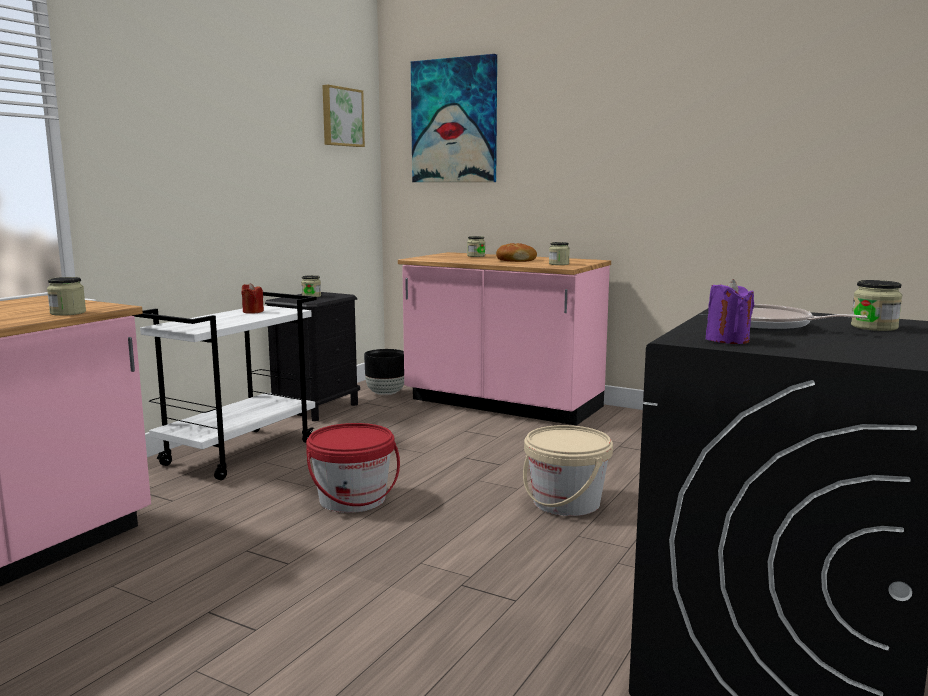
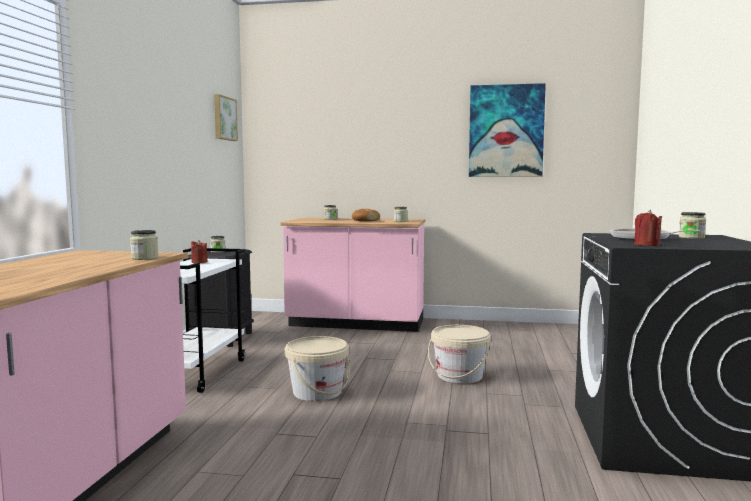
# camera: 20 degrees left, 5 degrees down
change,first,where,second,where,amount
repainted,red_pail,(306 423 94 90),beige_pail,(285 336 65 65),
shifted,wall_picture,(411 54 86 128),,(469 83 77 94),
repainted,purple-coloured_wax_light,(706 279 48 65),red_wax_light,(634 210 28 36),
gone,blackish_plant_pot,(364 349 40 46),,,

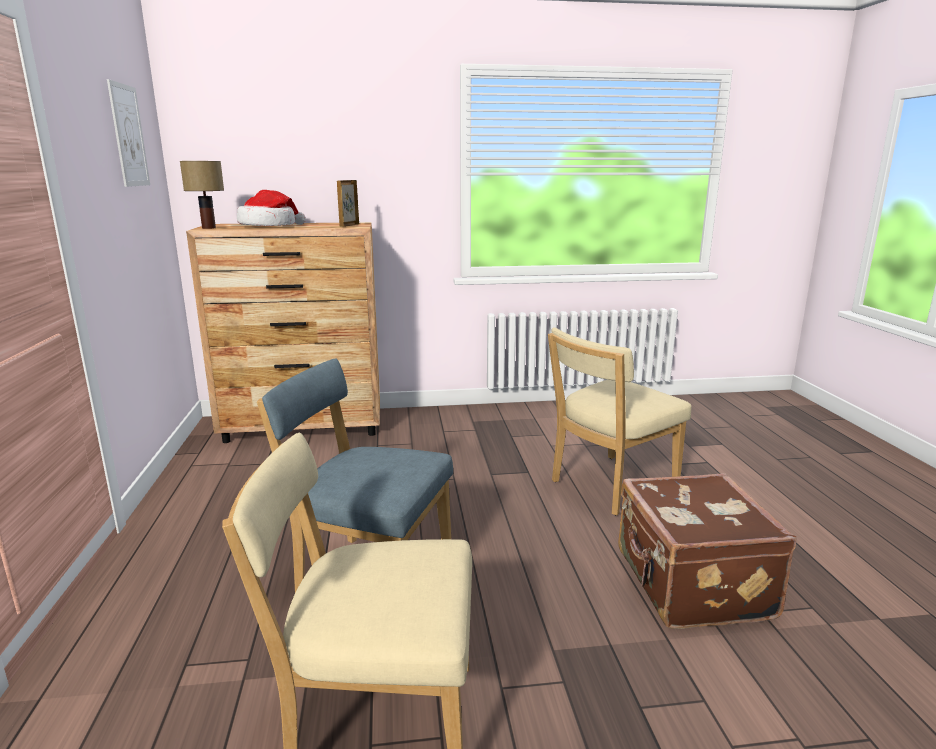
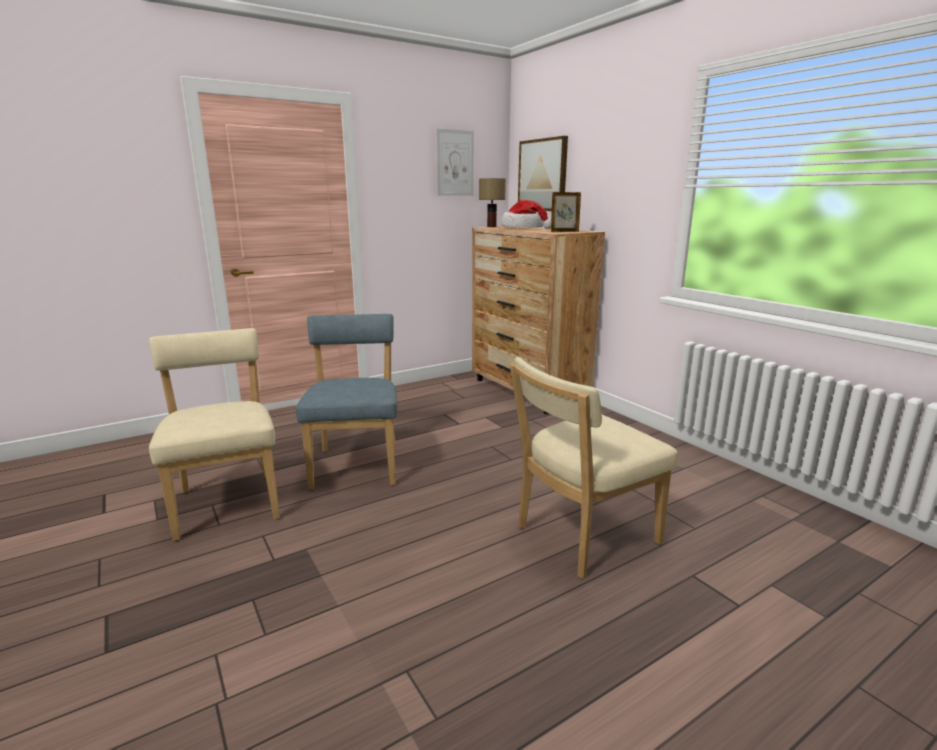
# camera: 65 degrees right, 0 degrees up
change,first,where,second,where,amount
rotated,beige_plain_chair,(548 327 144 188),,(510 357 168 222),60 degrees counterclockwise
new,,,wall_picture,(518 136 50 75),
gone,brownish_piece_of_luggage,(618 474 178 155),,,

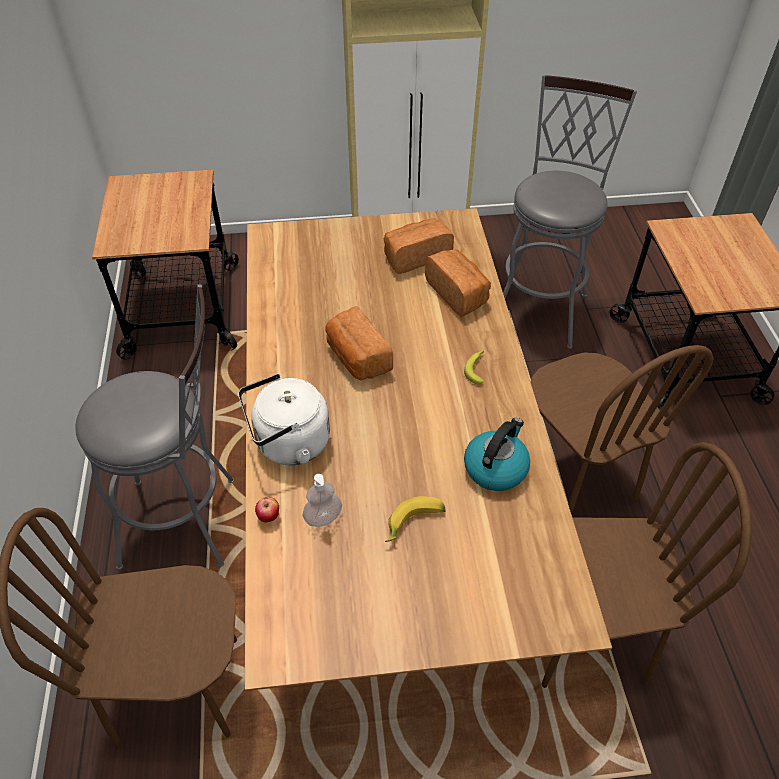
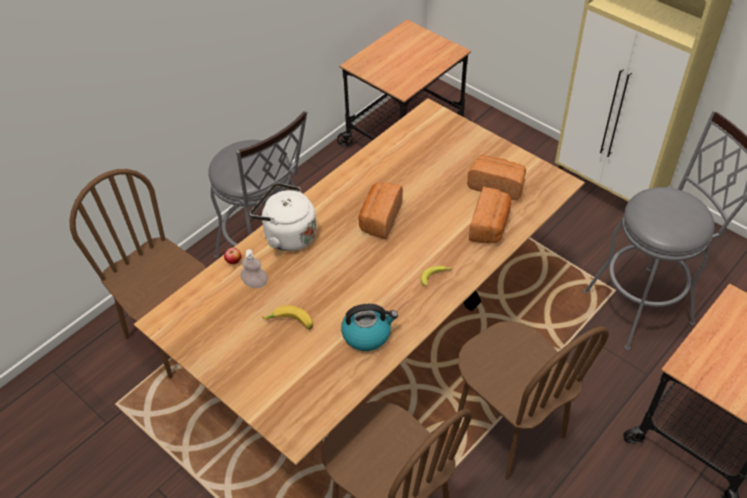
# camera: 50 degrees right, 0 degrees up
change,first,where,second,where,amount
rotated,brownish_plain_chair,(531 345 183 170),,(458 321 151 159),60 degrees counterclockwise

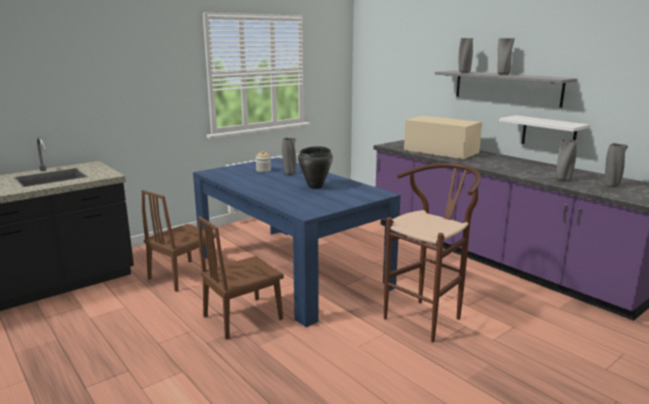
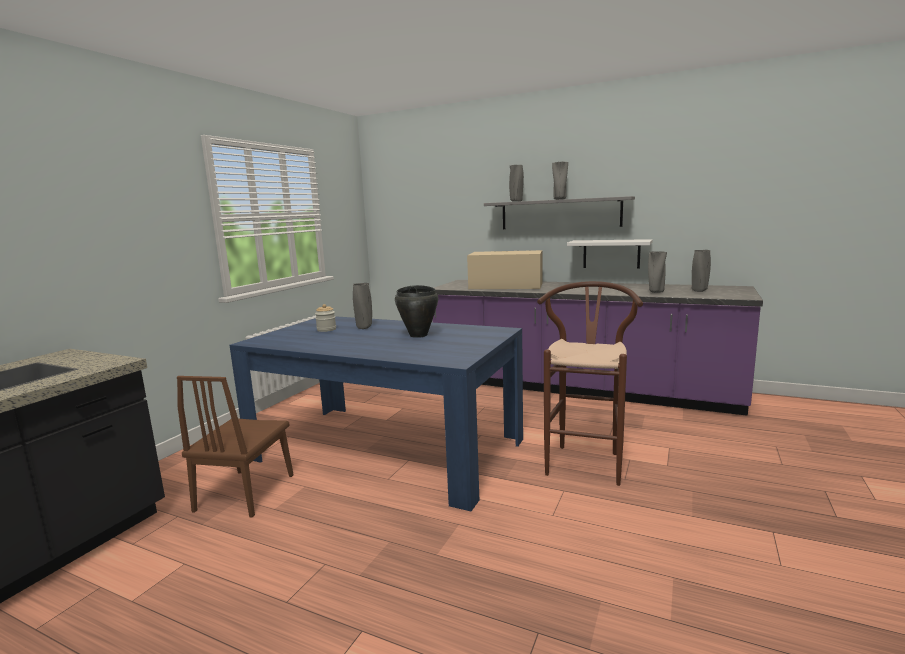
# camera: 25 degrees left, 5 degrees down
change,first,where,second,where,amount
gone,brownish_plain_chair,(198 216 86 124),,,

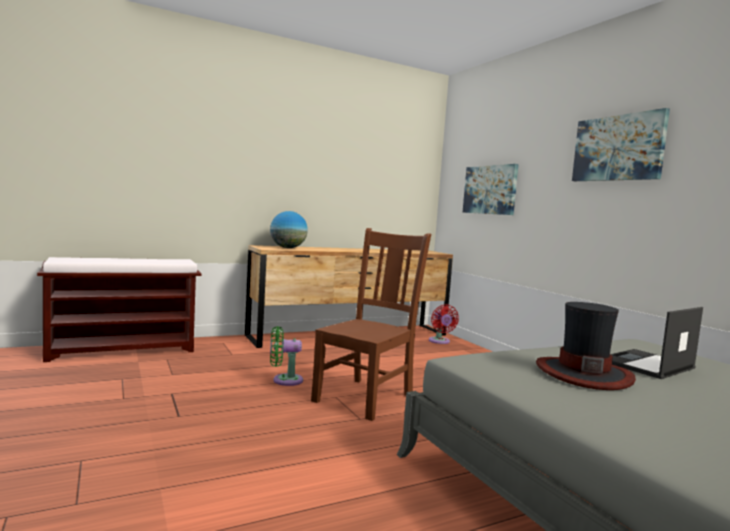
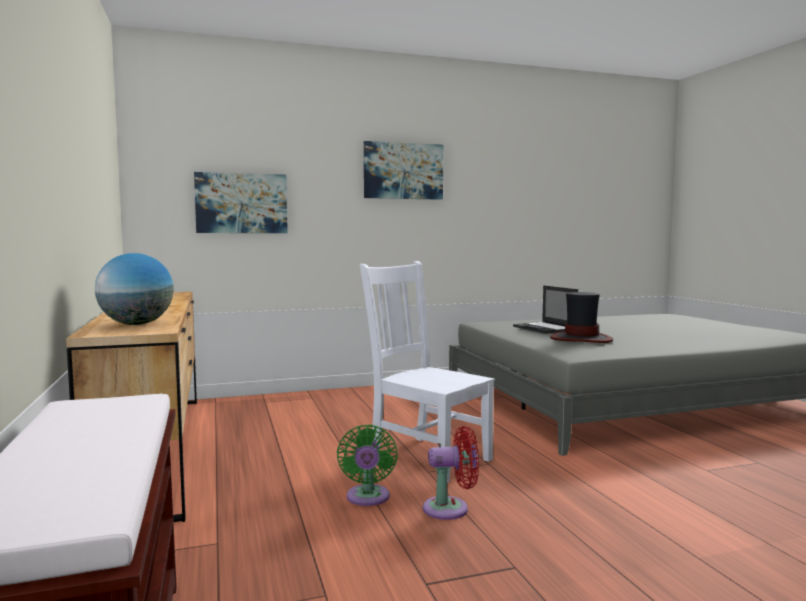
# camera: 80 degrees left, 0 degrees up
change,first,where,second,where,amount
repainted,brownish_plain_chair,(311 228 120 193),white-coloured_plain_chair,(360 261 135 222),
shifted,red_fan,(429 304 30 40),,(423 426 56 94),

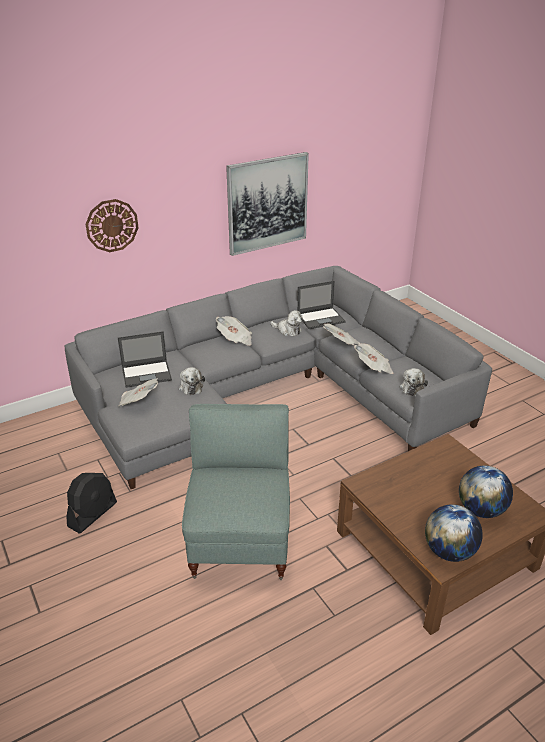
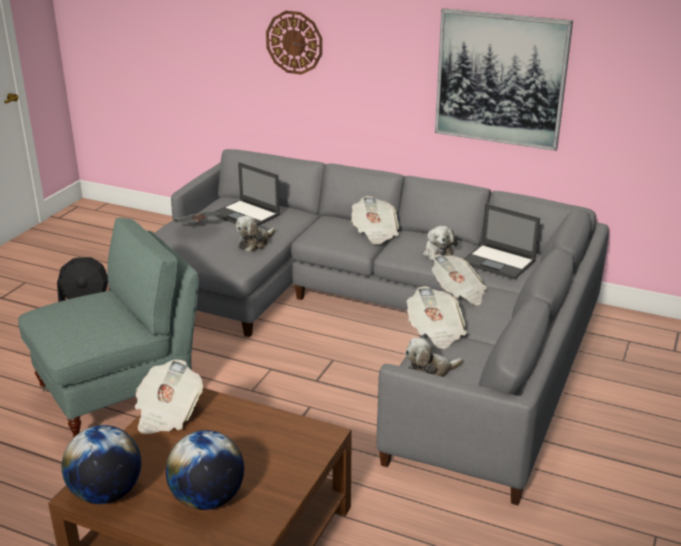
# camera: 55 degrees right, 5 degrees down
change,first,where,second,where,amount
new,,,printed_paper,(134 359 69 75),

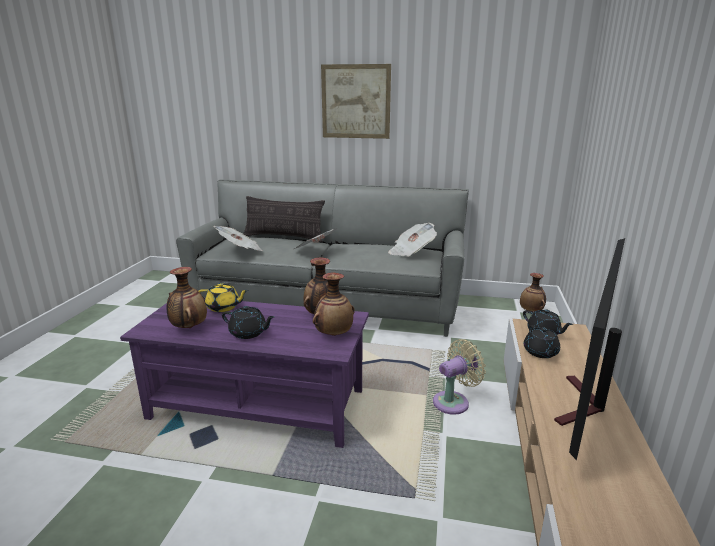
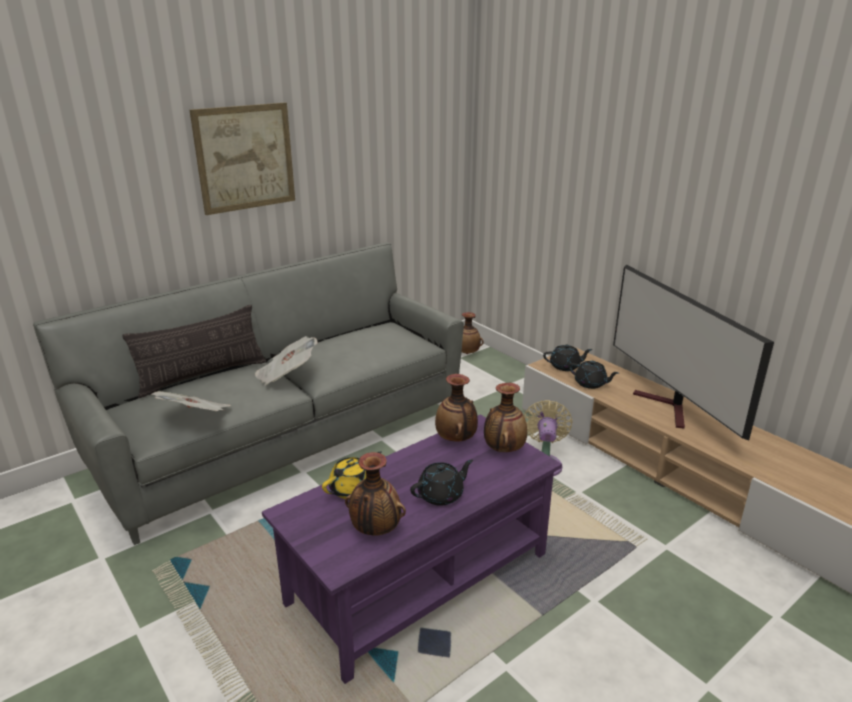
# camera: 50 degrees left, 5 degrees up
change,first,where,second,where,amount
gone,printed_paper,(388 223 49 34),,,

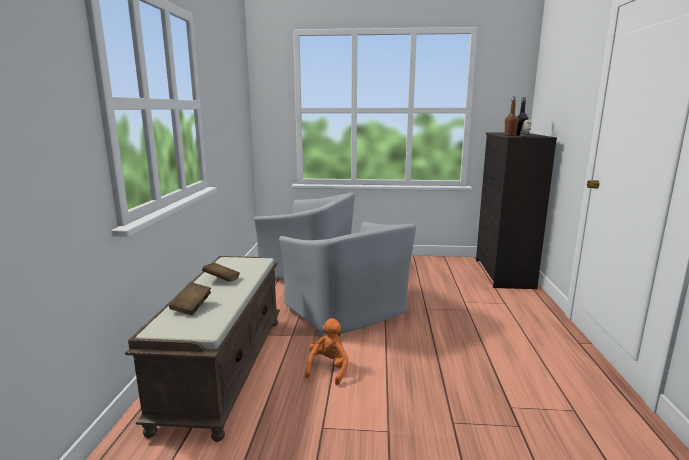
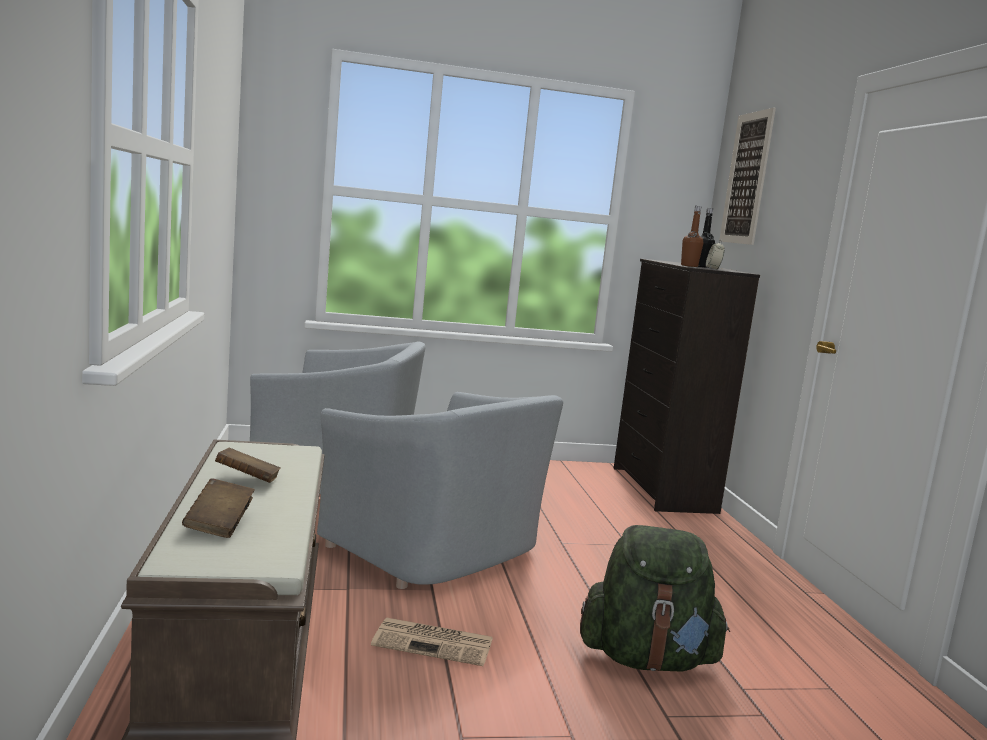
# camera: 15 degrees left, 5 degrees down
change,first,where,second,where,amount
swapped,orangey_soft_toy,(305 318 43 67),printed_paper,(371 618 122 48),
new,,,green-coloured_rucksack,(580 525 150 147),
new,,,wall_picture,(719 107 57 138),

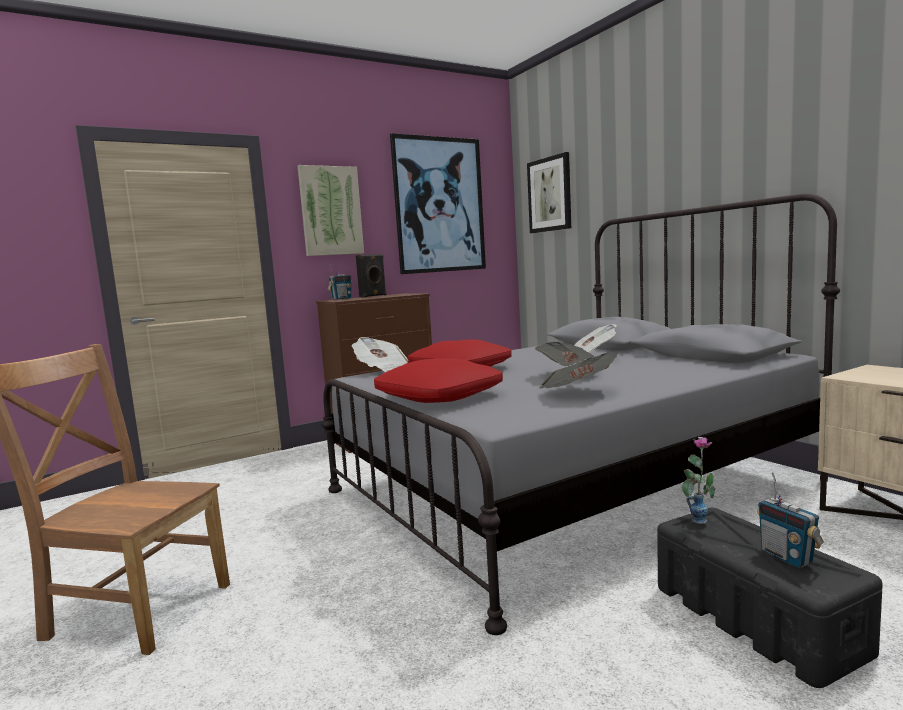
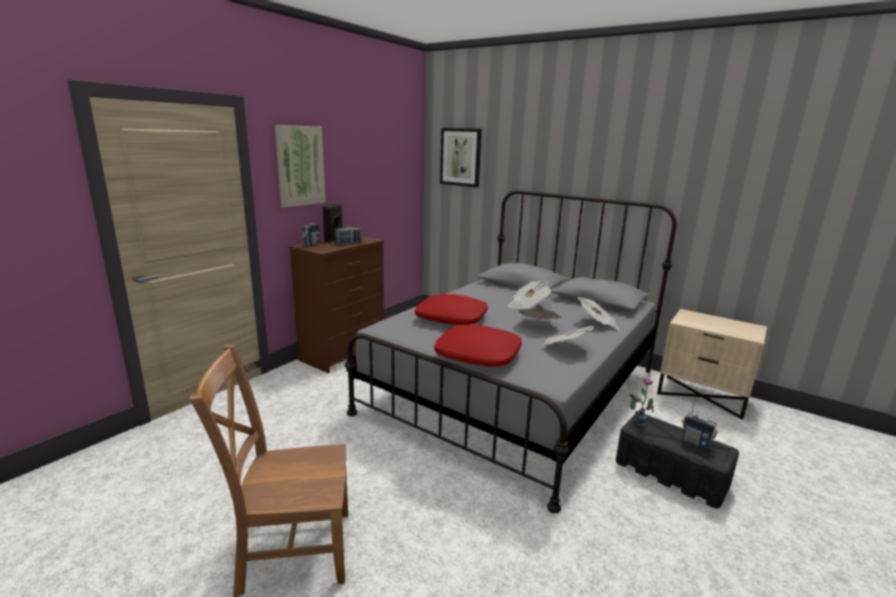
# camera: 25 degrees left, 10 degrees up
change,first,where,second,where,amount
new,,,radio,(335 226 27 19),
shifted,printed_paper,(352 337 56 35),,(577 297 43 33),
gone,wall_picture,(390 133 96 141),,,

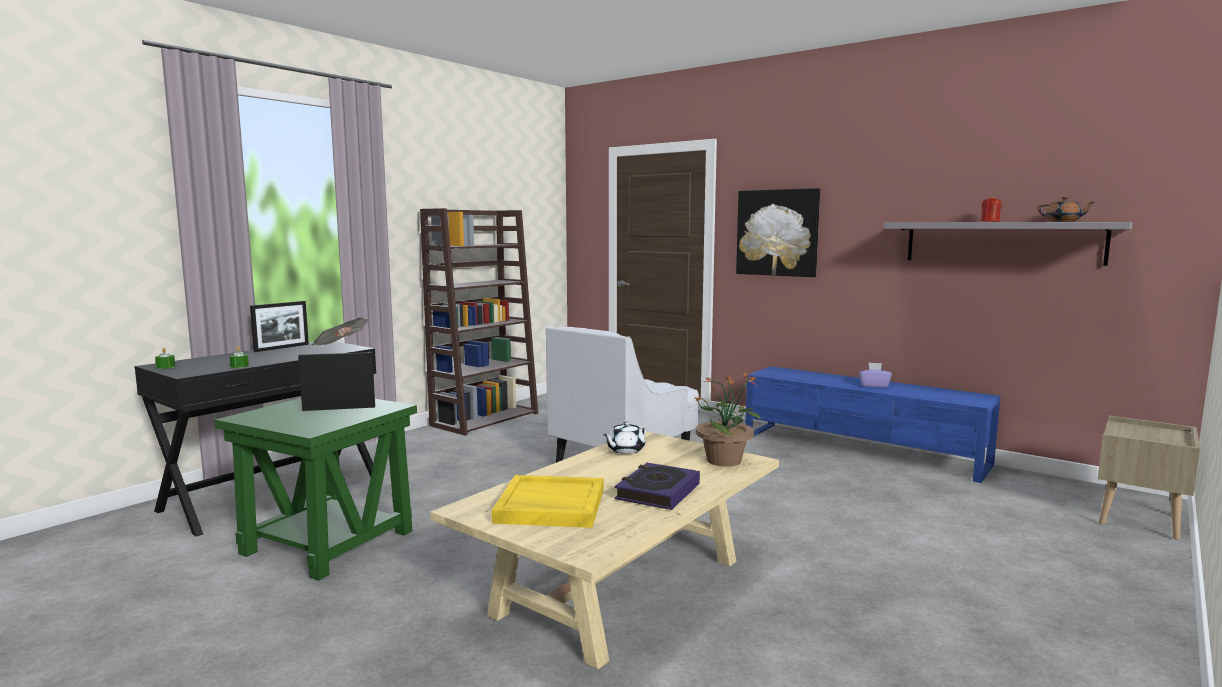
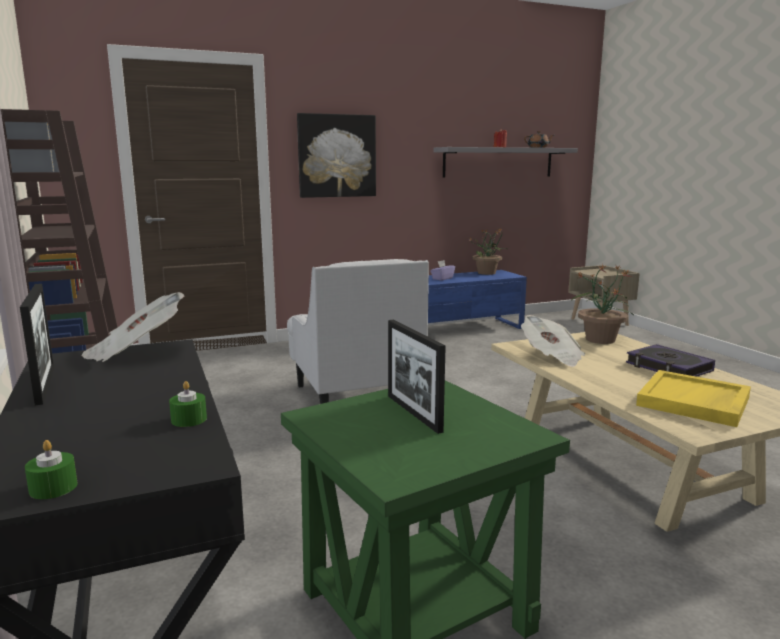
# camera: 60 degrees left, 5 degrees up
change,first,where,second,where,amount
rotated,photo_frame,(298 352 77 59),,(388 320 58 114),45 degrees counterclockwise
new,,,houseplant,(469 228 40 47),
swapped,white-coloured_tea_pot,(603 421 43 33),printed_paper,(521 315 64 52),

